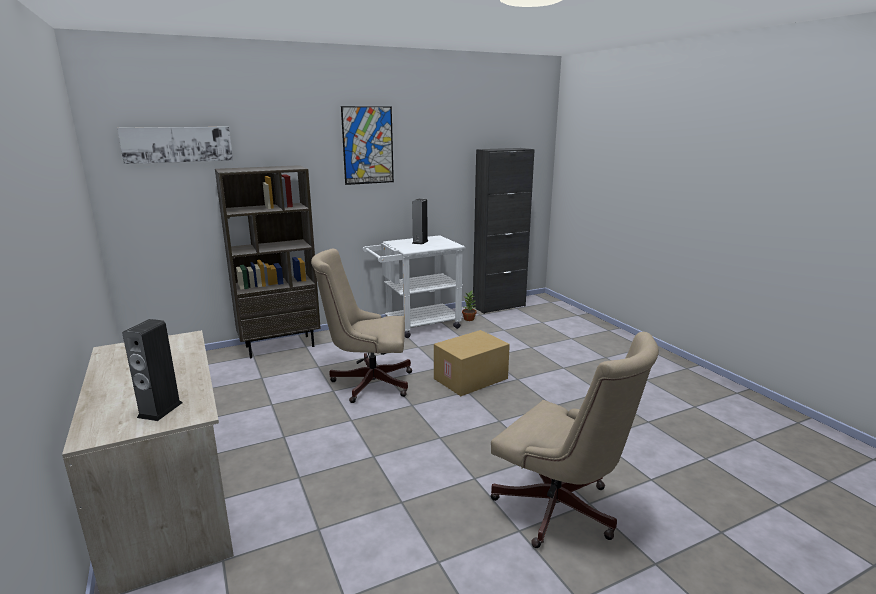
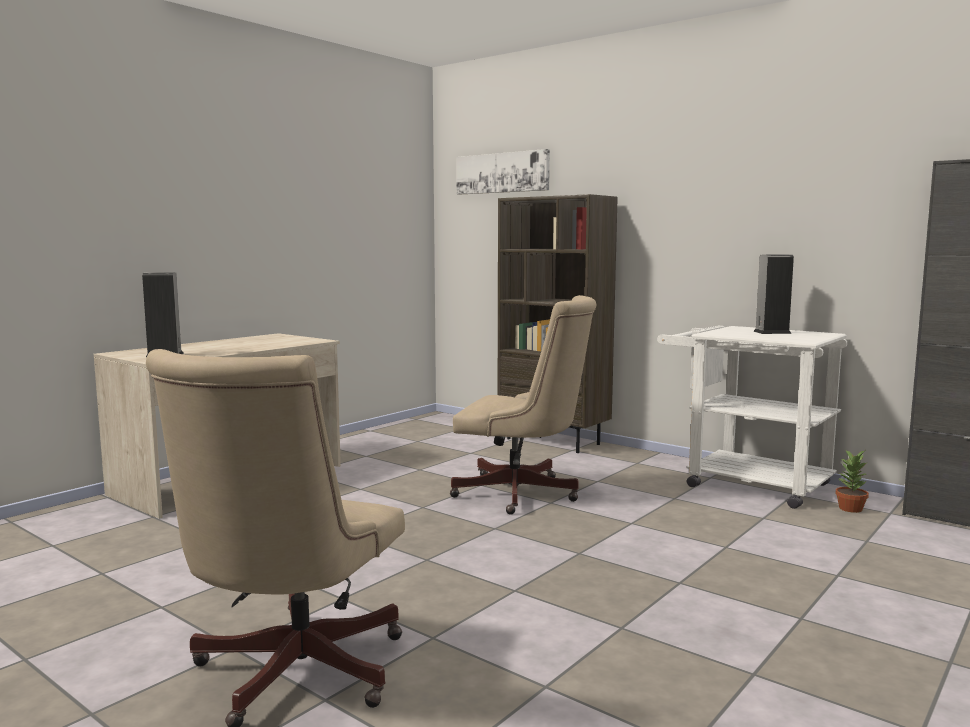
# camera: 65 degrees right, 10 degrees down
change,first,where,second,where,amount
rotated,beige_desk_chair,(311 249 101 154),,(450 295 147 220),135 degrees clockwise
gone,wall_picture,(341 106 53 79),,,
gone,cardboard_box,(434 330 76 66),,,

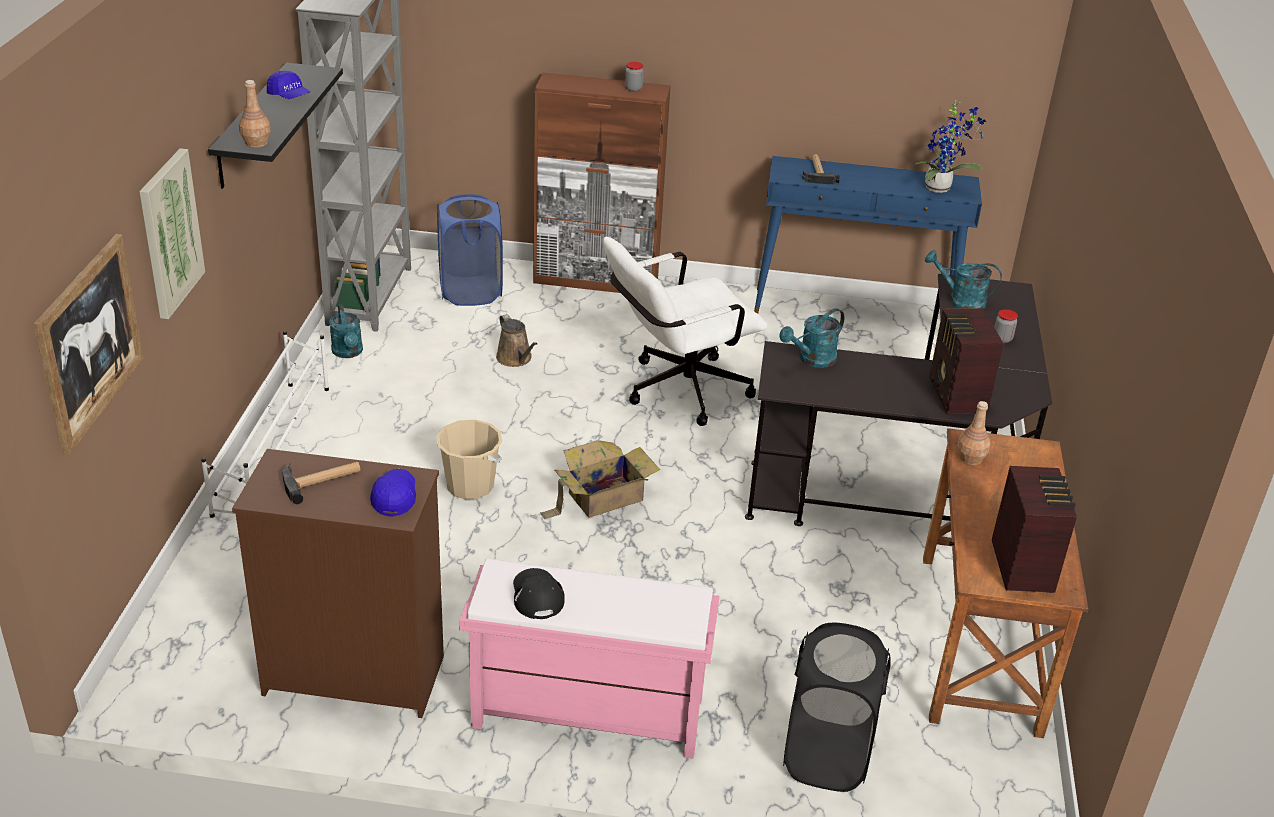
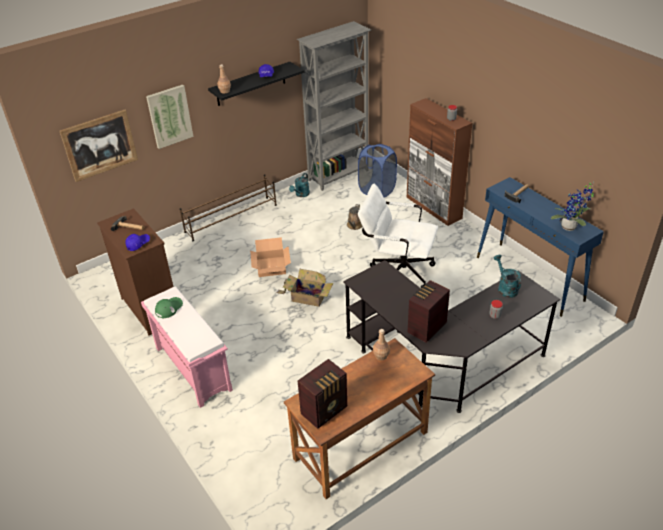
# camera: 50 degrees right, 5 degrees up
change,first,where,second,where,amount
repainted,blackish_cap,(513 568 52 51),green-coloured_cap,(155 297 28 21),
repainted,white-coloured_shoe_rack,(201 331 128 187),brownish_shoe_rack,(180 174 97 67),
swapped,beige_pail,(436 420 66 80),cardboard_box,(250 237 41 40),
gone,blue-green_watering_can,(779 308 66 60),,,
gone,blackish_laundry_basket,(783 623 108 169),,,

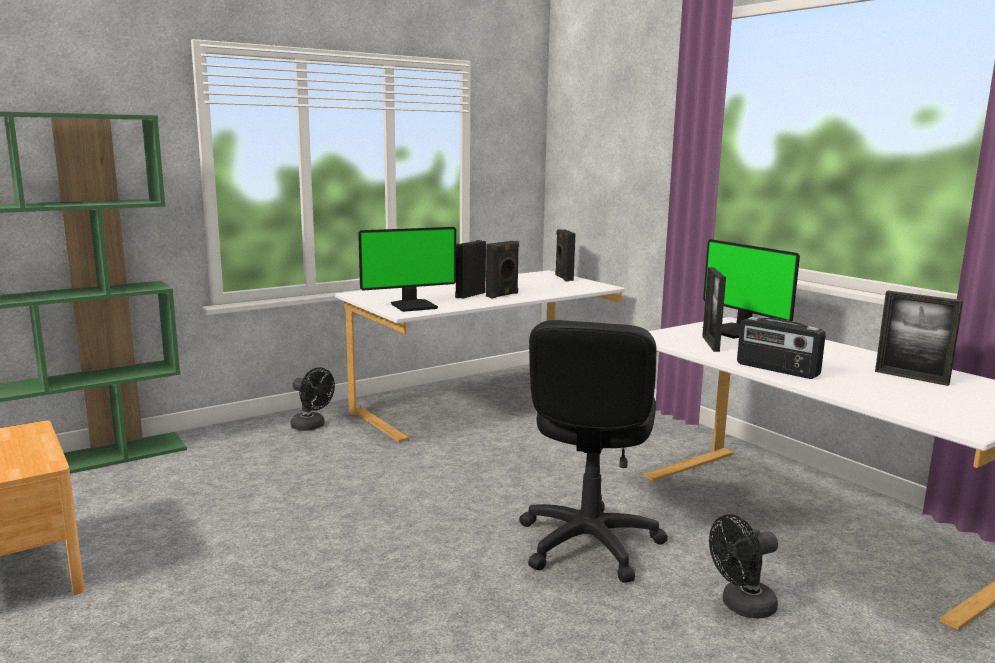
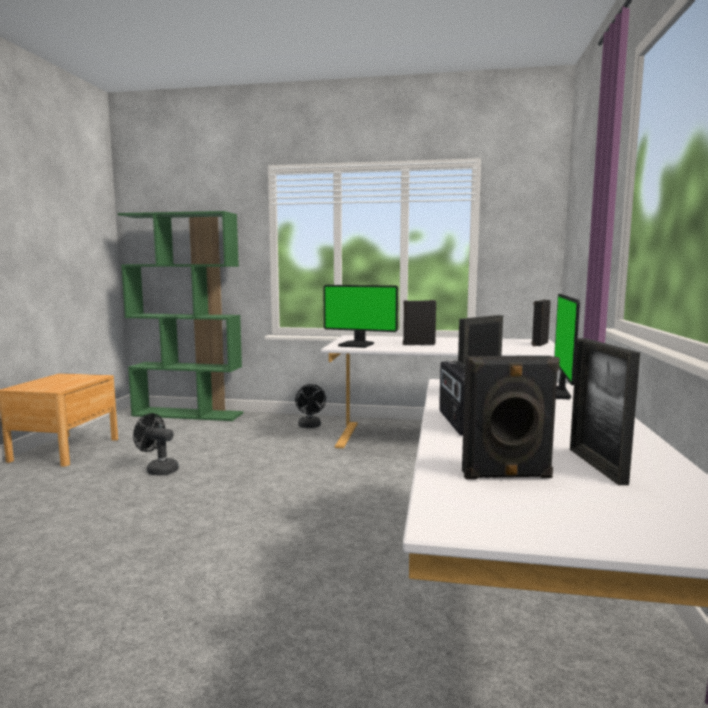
# camera: 45 degrees right, 5 degrees down
change,first,where,second,where,amount
shifted,blackish_fan,(709 514 69 105),,(133 413 46 63),
shifted,blackish_audio_speaker,(486 241 33 57),,(462 356 98 123),
gone,blackish_desk_chair,(519 320 149 263),,,

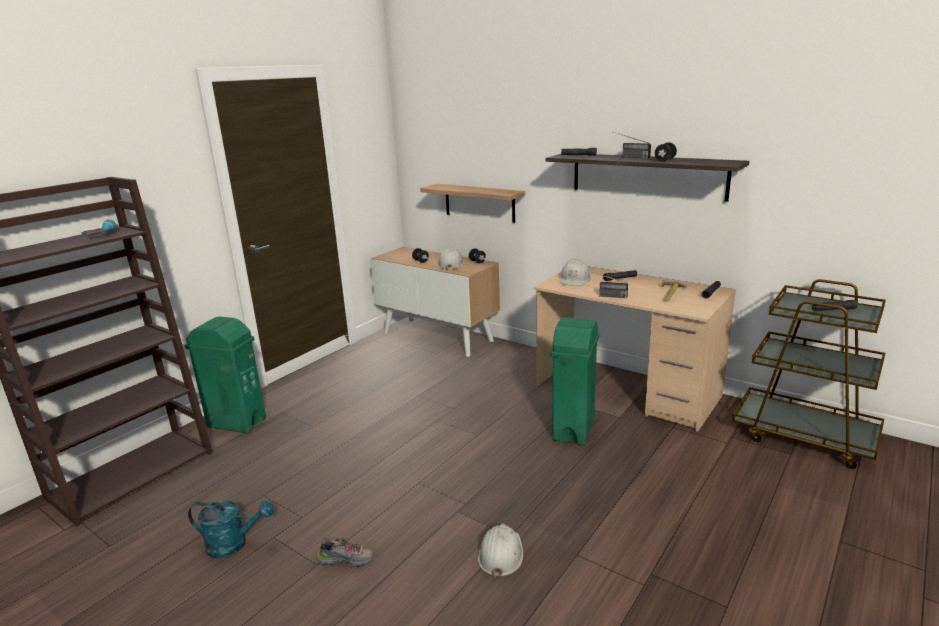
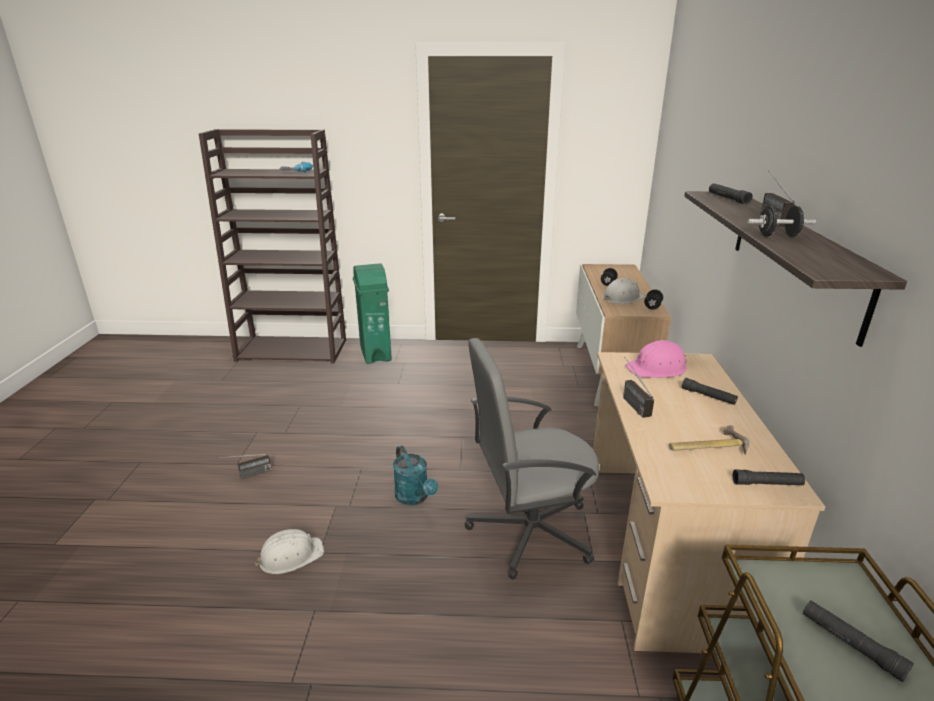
# camera: 55 degrees right, 5 degrees up
change,first,where,second,where,amount
swapped,low_shoe,(317 539 57 28),radio,(219 454 53 25),
shifted,blue-green_watering_can,(188 501 85 57),,(393 446 45 59),
swapped,green-coloured_trash_can,(551 317 48 129),grey_desk_chair,(465 338 135 242),
repainted,white-coloured_work_helmet,(560 259 31 27),pink-coloured_work_helmet,(625 340 62 38),
gone,wall_shelf,(420 184 105 39),,,

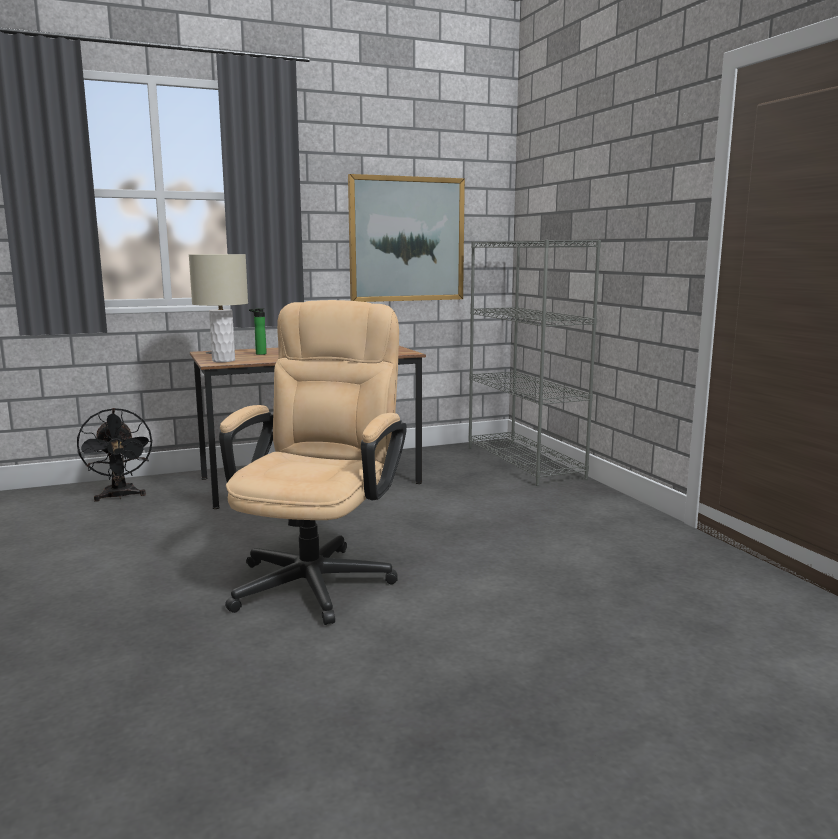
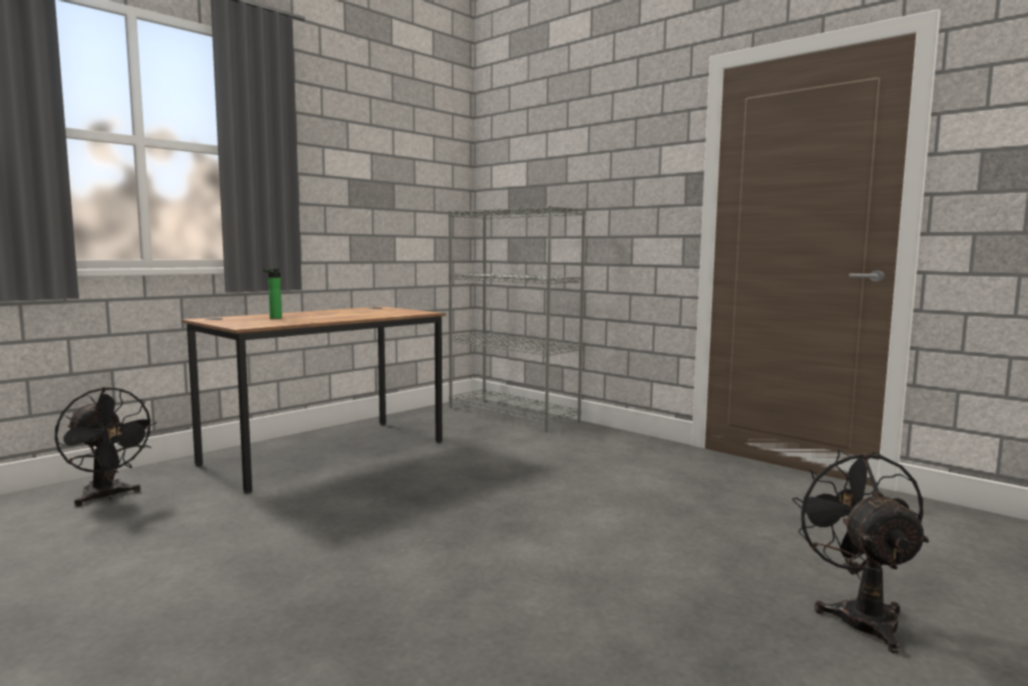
# camera: 25 degrees left, 5 degrees down
change,first,where,second,where,amount
new,,,blackish_fan,(792 449 137 205),
gone,beige_tabletop_lamp,(189 254 59 108),,,
gone,beige_desk_chair,(219 300 188 325),,,
gone,wall_picture,(348 174 117 128),,,

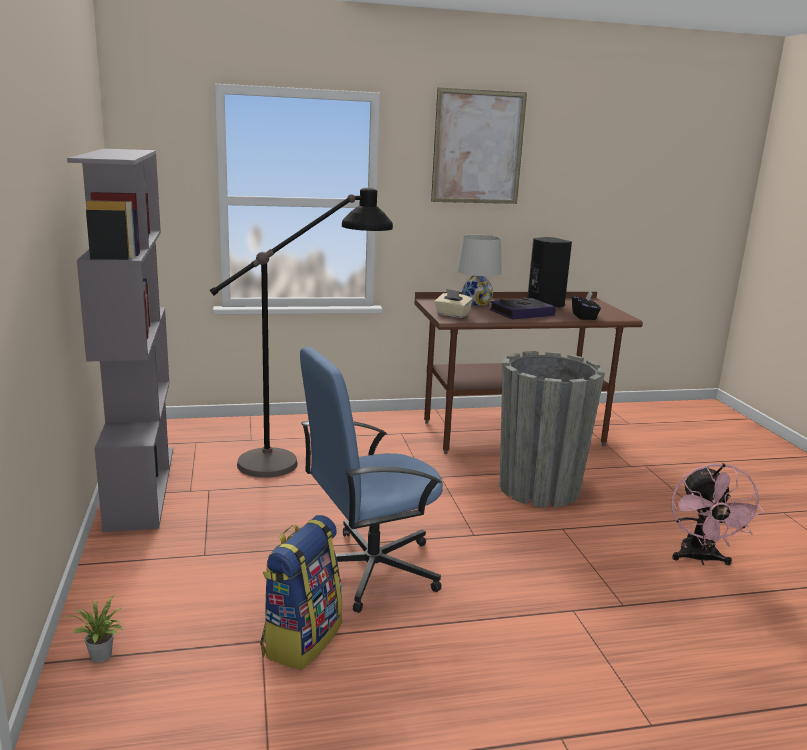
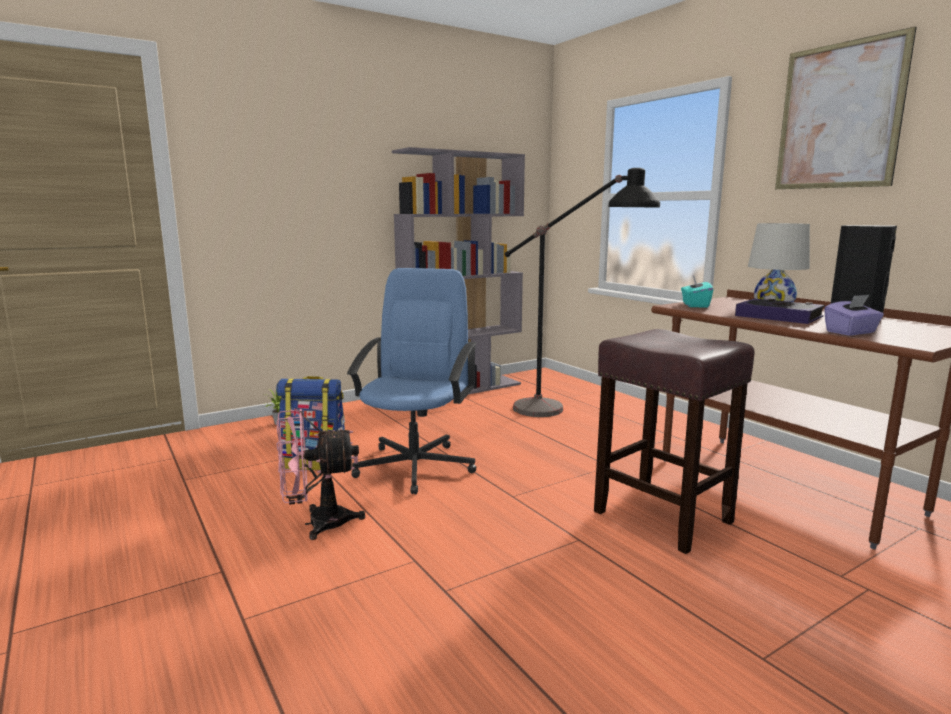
# camera: 70 degrees right, 5 degrees down
change,first,where,second,where,amount
shifted,pink-coloured_fan,(671 463 93 103),,(276 409 89 131),
rotated,blue-coloured_desk_chair,(300 347 143 266),,(347 268 130 226),60 degrees clockwise
swapped,grey_plant_pot,(500 351 105 157),brownish_stool,(594 329 161 225),
repainted,beige_tissue_box,(434 289 39 29),blue-green_tissue_box,(681 274 33 34),
repainted,blackish_tissue_box,(572 291 29 29),purple-coloured_tissue_box,(824 295 60 41),

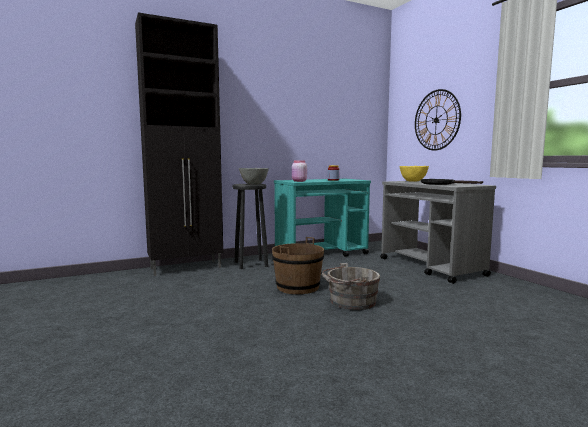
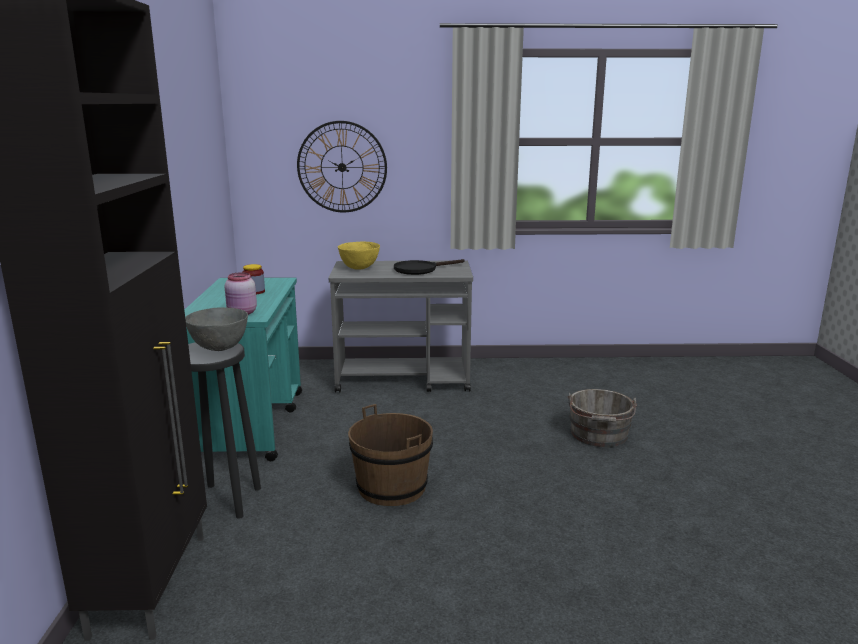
# camera: 65 degrees left, 10 degrees up
change,first,where,second,where,amount
shifted,grey_pail,(322 263 58 47),,(568 389 69 58),

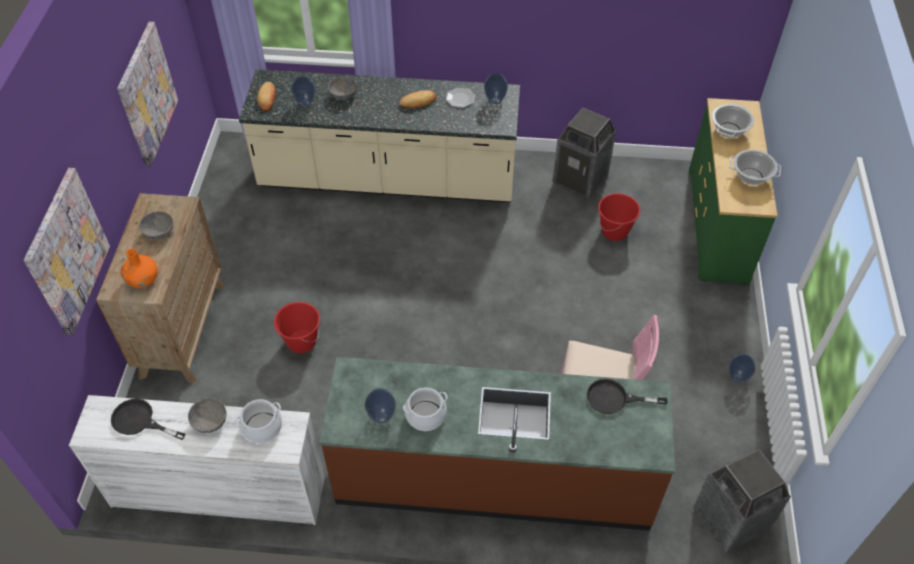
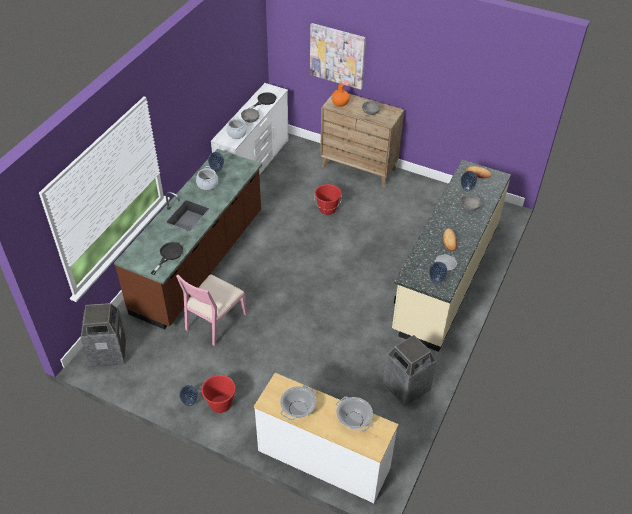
# camera: 110 degrees right, 5 degrees down
change,first,where,second,where,amount
shifted,red_pail,(598 193 42 48),,(202 375 35 38),
repainted,green-coloured_chest_of_drawers,(689 98 89 186),white-coloured_chest_of_drawers,(254 373 144 130),
gone,wall_picture,(117 22 61 145),,,

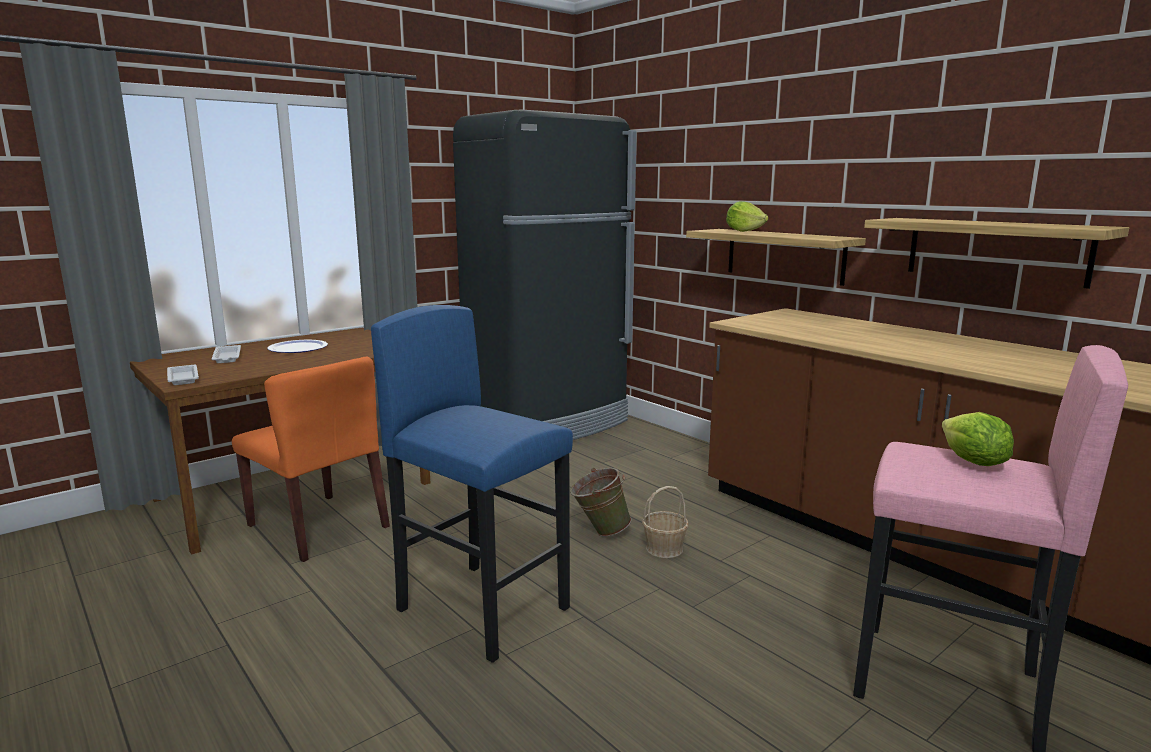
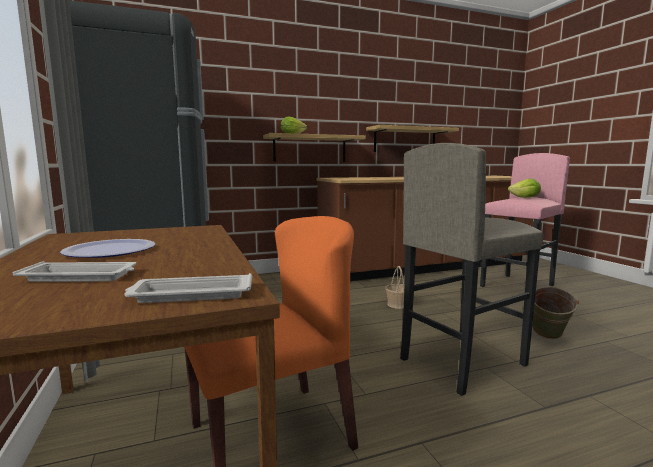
# camera: 70 degrees left, 5 degrees down
change,first,where,second,where,amount
repainted,blue-coloured_stool,(371 305 202 358),grey_stool,(400 143 144 253),
shifted,green-coloured_pail,(570 468 61 69),,(532 287 48 52),

